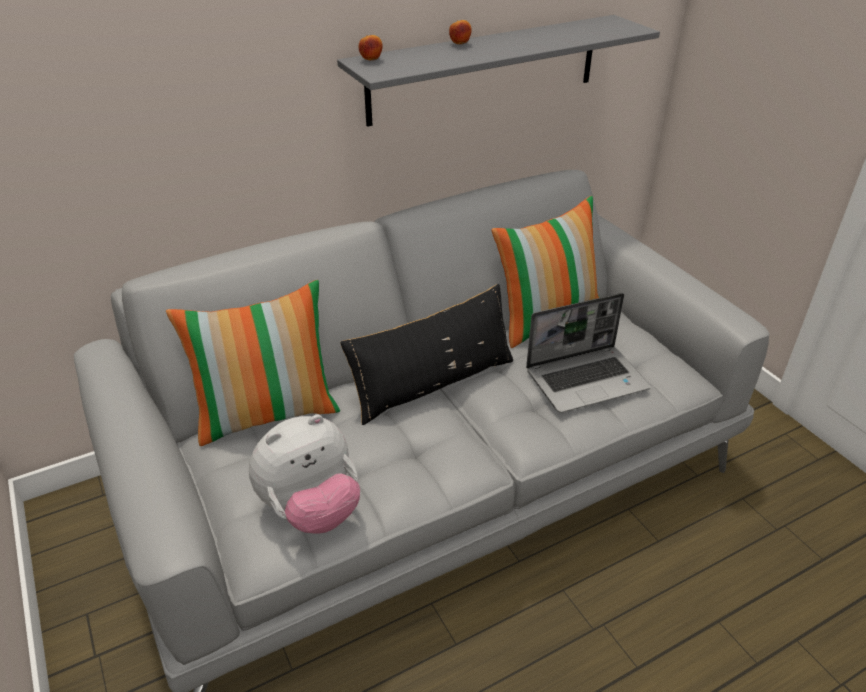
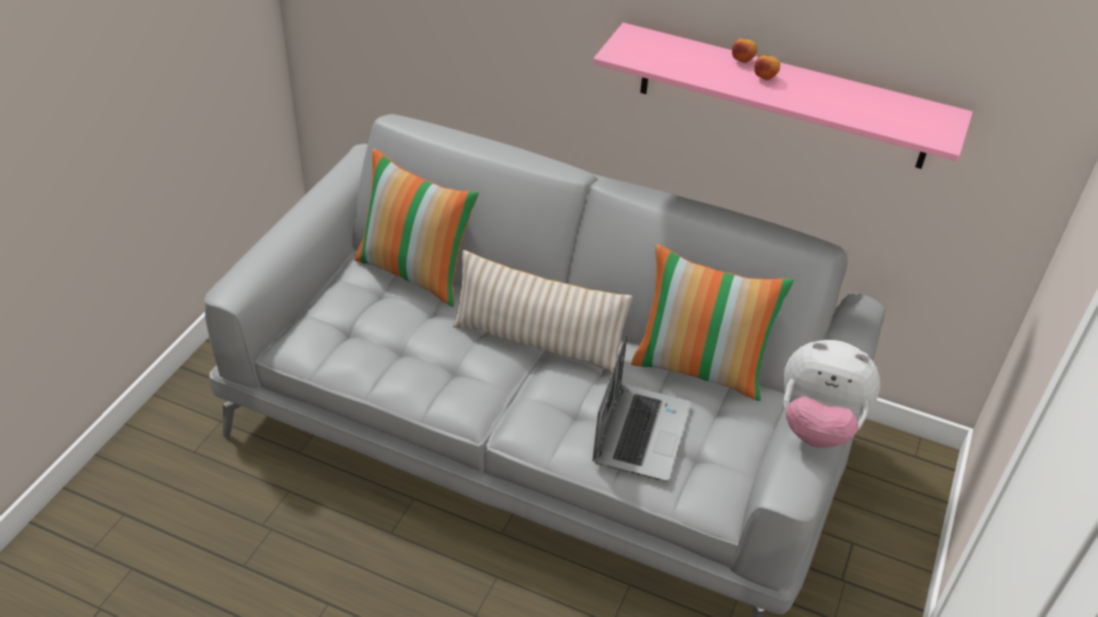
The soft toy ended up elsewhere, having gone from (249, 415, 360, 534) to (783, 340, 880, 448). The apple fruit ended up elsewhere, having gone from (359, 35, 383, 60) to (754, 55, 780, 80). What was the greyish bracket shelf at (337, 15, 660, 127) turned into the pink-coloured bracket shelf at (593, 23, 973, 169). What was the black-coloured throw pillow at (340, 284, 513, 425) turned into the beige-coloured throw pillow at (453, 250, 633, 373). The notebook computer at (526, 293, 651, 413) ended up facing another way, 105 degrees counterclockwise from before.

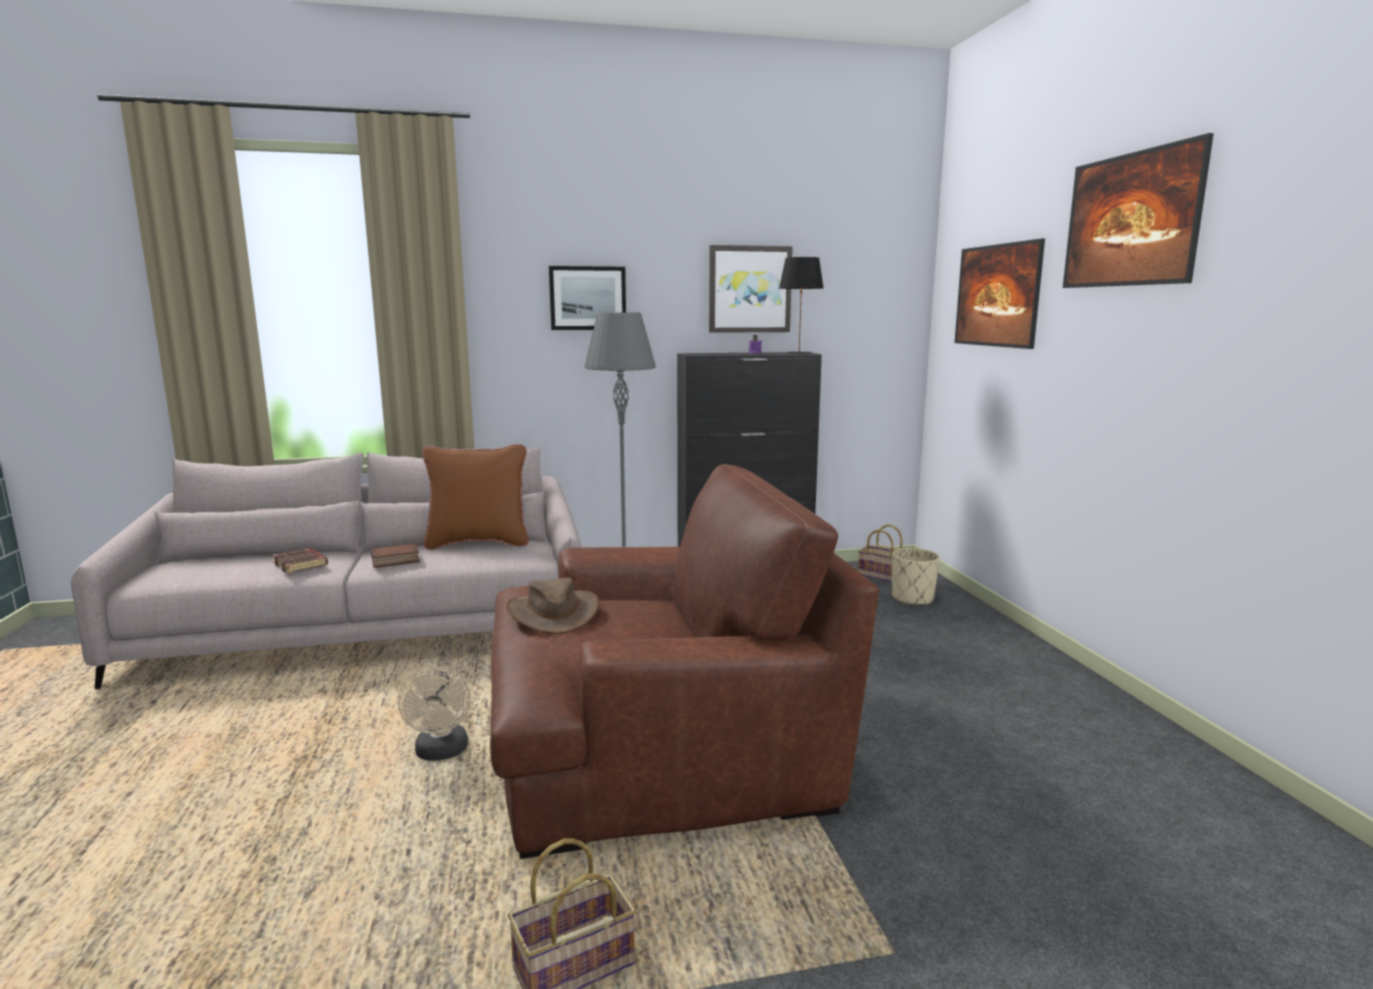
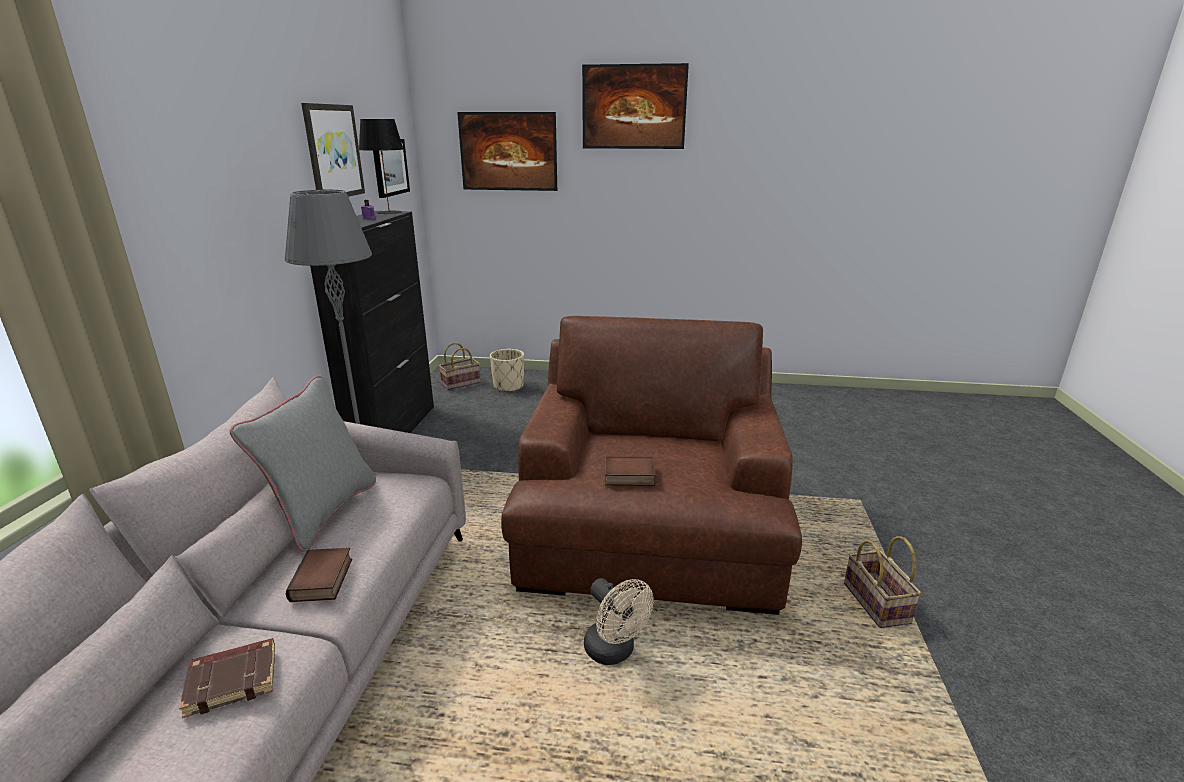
The wall art ended up elsewhere, having gone from (549, 266, 626, 330) to (373, 139, 410, 198). Where the brown-coloured wearable hat stood at (506, 578, 599, 634), the book came to stand at (605, 457, 656, 486). What was the brown-coloured throw pillow at (422, 444, 529, 550) turned into the greyish throw pillow at (229, 376, 376, 552). The beige-coloured electric fan at (398, 667, 471, 761) ended up facing another way, 45 degrees clockwise from before.

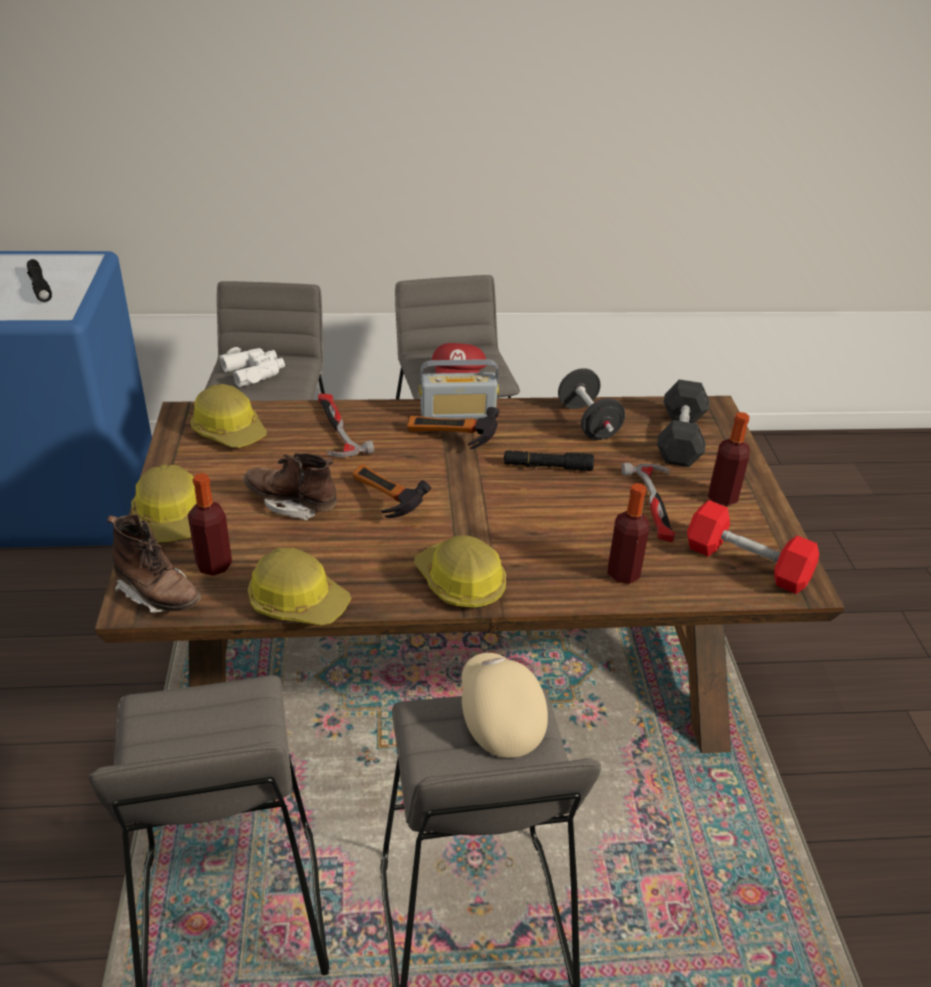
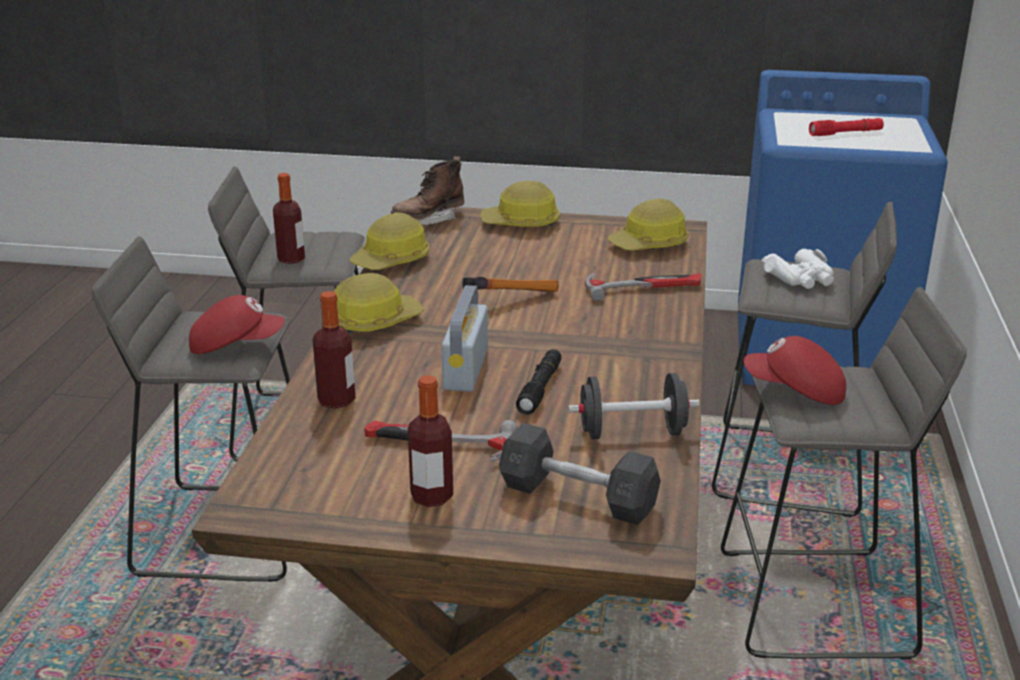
The second view lost the brown-coloured high-top boot at (243, 453, 337, 520). The second view lost the hammer at (406, 407, 499, 449). The second view lost the red hand weight at (687, 500, 819, 594). The drink bottle ended up elsewhere, having gone from (188, 473, 232, 576) to (273, 173, 305, 264). The radio set ended up elsewhere, having gone from (419, 359, 499, 419) to (441, 285, 488, 392). What was the black-coloured torch at (27, 259, 52, 302) turned into the red torch at (809, 118, 884, 136). What was the beige-coloured cap at (462, 653, 548, 758) turned into the red cap at (189, 295, 285, 354).

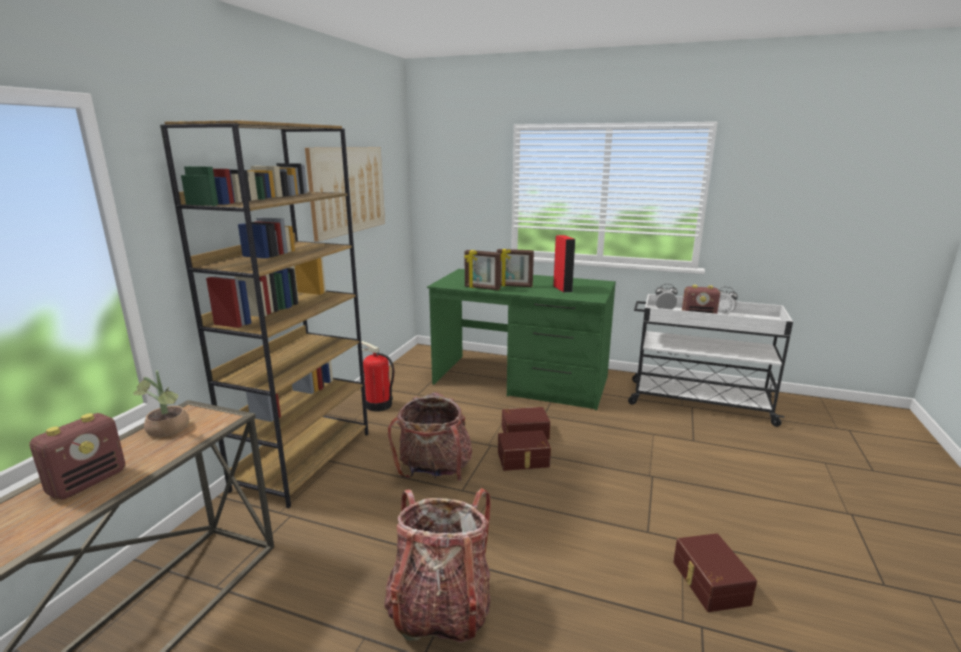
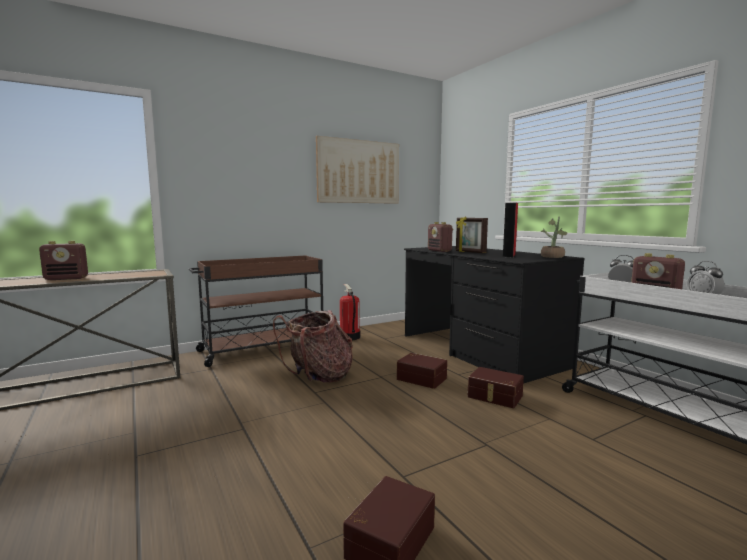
The second view lost the knapsack at (384, 488, 491, 643). The potted plant ended up elsewhere, having gone from (133, 370, 189, 437) to (540, 217, 567, 258). The brown-coloured storage bin ended up elsewhere, having gone from (498, 430, 551, 471) to (468, 367, 524, 408). Where the brown-coloured bookcase stood at (160, 120, 368, 509), the brown-coloured wheeled cart came to stand at (189, 255, 323, 367). Where the standing frame stood at (464, 250, 501, 290), the radio set came to stand at (428, 222, 454, 252). What was the green-coloured desk table at (427, 269, 616, 410) turned into the black-coloured desk table at (404, 246, 585, 384).

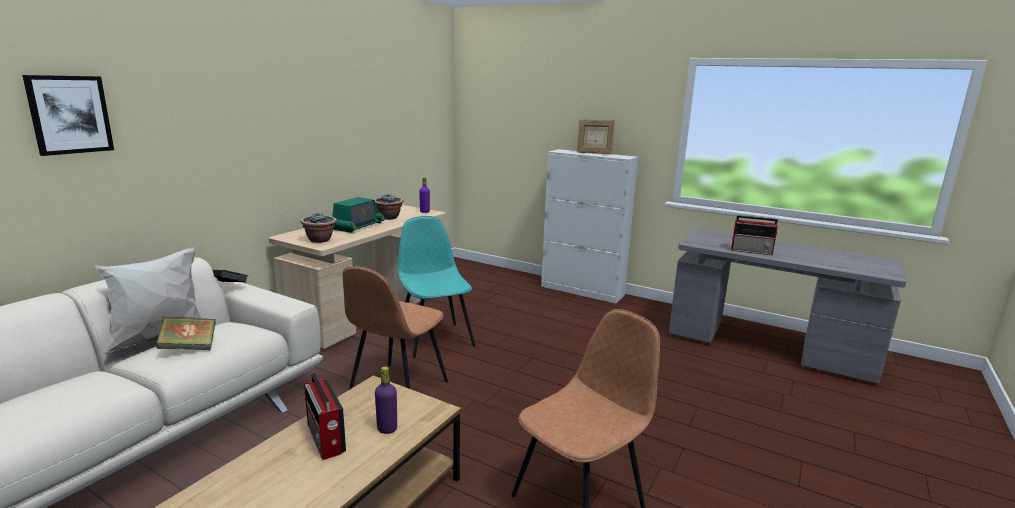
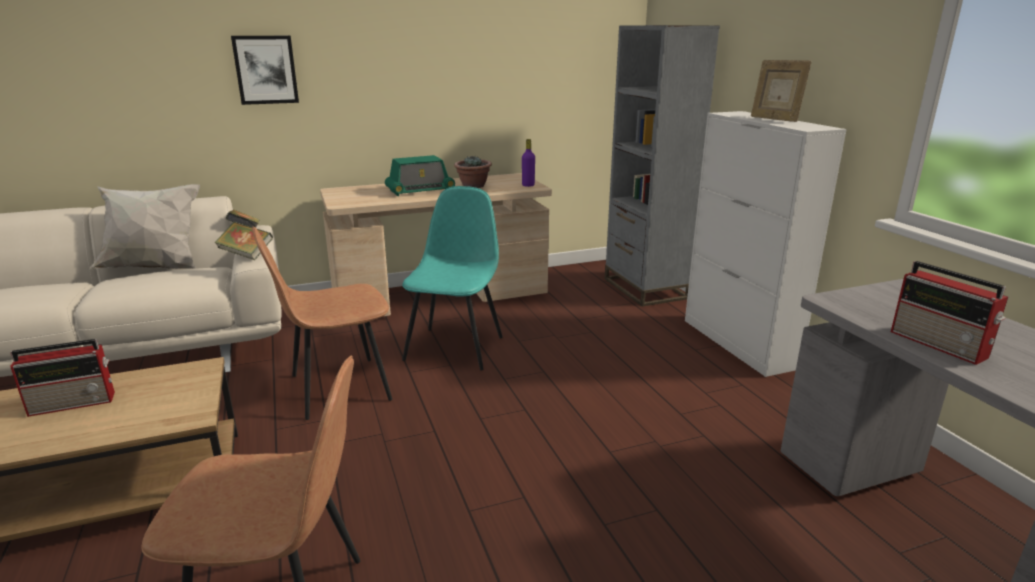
The second view lost the potted plant at (300, 213, 337, 243). The second view lost the purplish drink bottle at (375, 367, 397, 434). The second view gained the greyish bookcase at (605, 25, 720, 306). The wall art ended up elsewhere, having gone from (22, 75, 114, 156) to (231, 36, 299, 105). The book ended up elsewhere, having gone from (157, 317, 216, 350) to (215, 222, 273, 260). The radio set at (304, 373, 346, 460) ended up facing another way, 120 degrees counterclockwise from before.

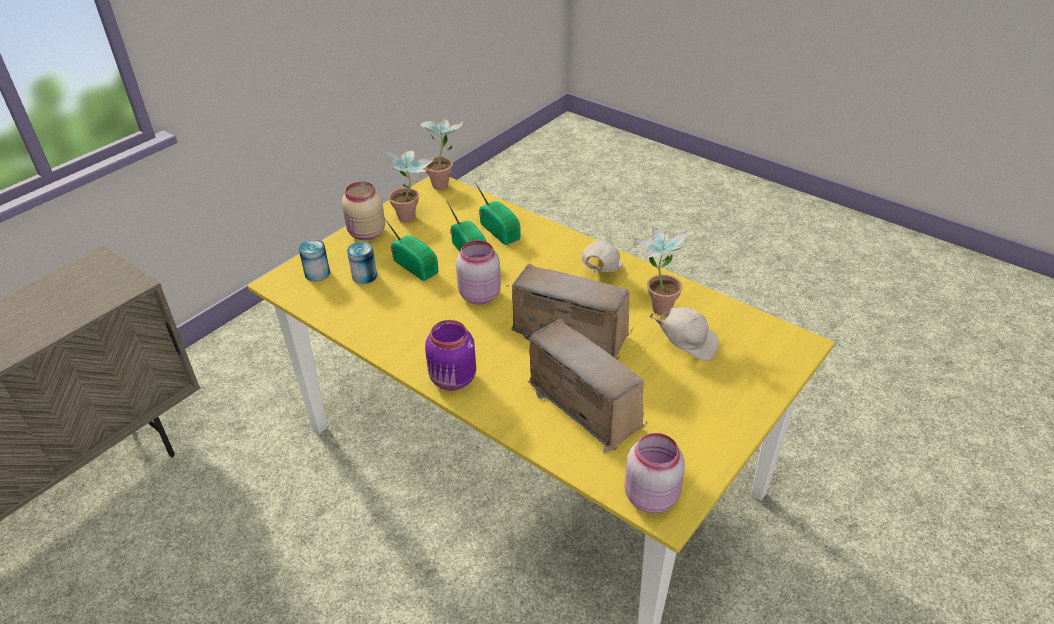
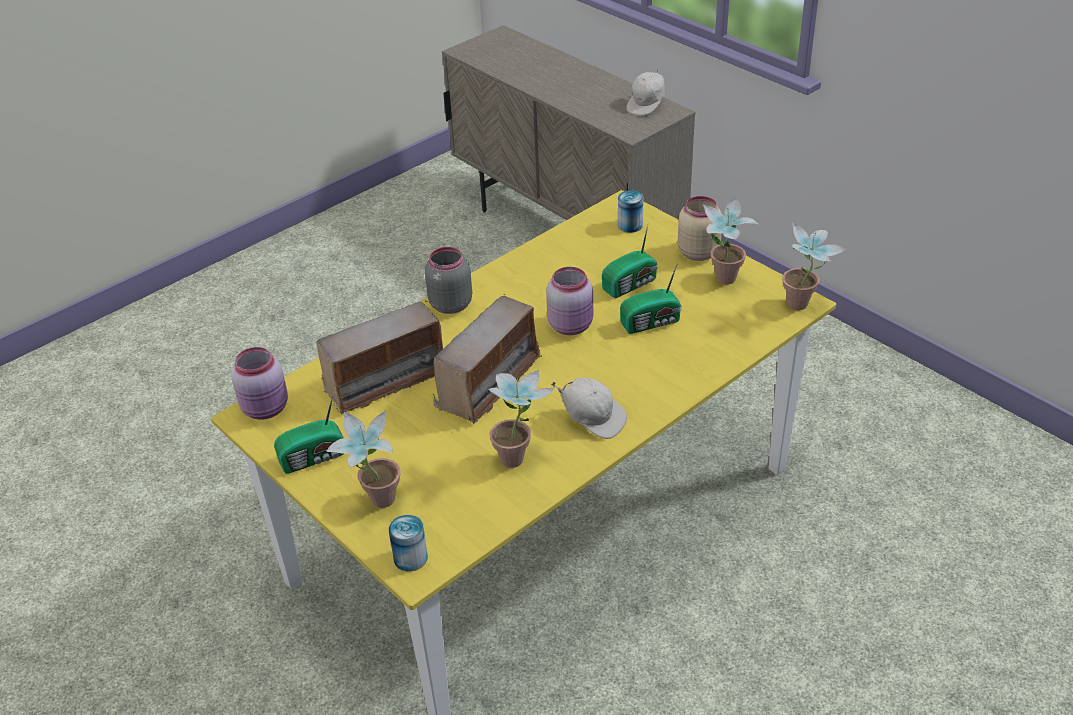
The second view gained the potted plant at (326, 410, 401, 508). The can ended up elsewhere, having gone from (347, 242, 377, 284) to (388, 515, 428, 572). The radio set ended up elsewhere, having gone from (475, 182, 520, 245) to (274, 392, 344, 474). The white cap ended up elsewhere, having gone from (649, 307, 719, 361) to (626, 70, 665, 116). What was the purplish jar at (425, 320, 476, 391) turned into the greyish jar at (425, 247, 472, 314).

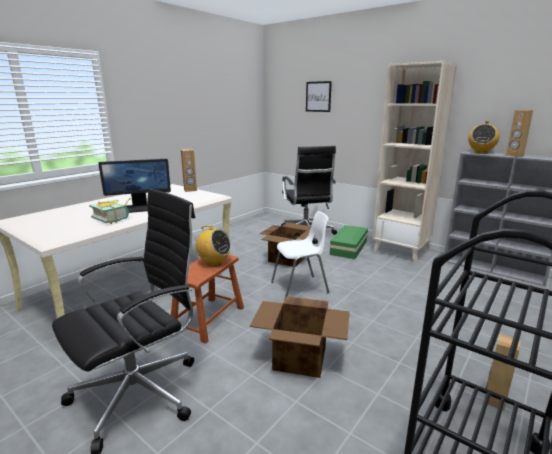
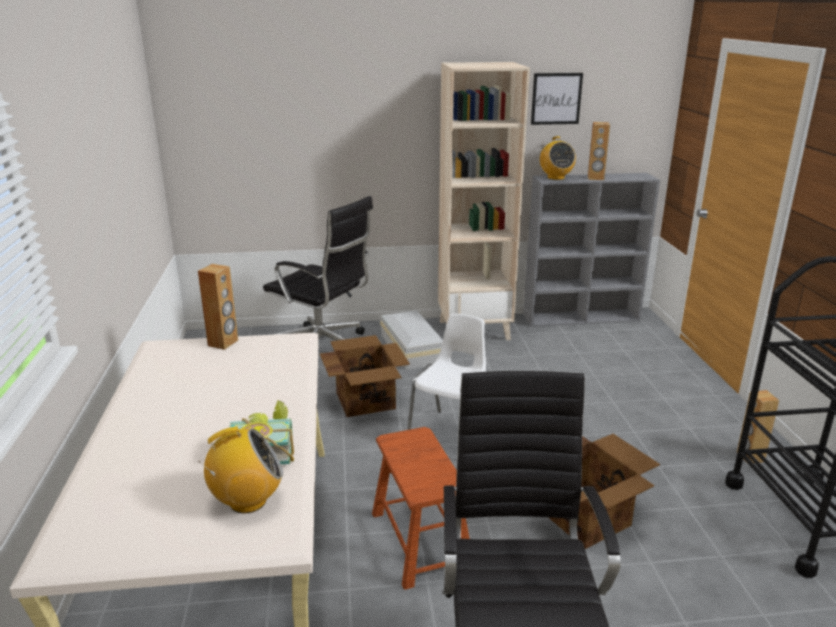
The second view lost the computer display at (98, 159, 171, 213). The radio set ended up elsewhere, having gone from (192, 225, 231, 266) to (198, 427, 283, 513). The wall art ended up elsewhere, having gone from (306, 81, 332, 112) to (531, 73, 583, 125). What was the green-coloured storage bin at (329, 225, 368, 259) turned into the white storage bin at (380, 310, 443, 370).

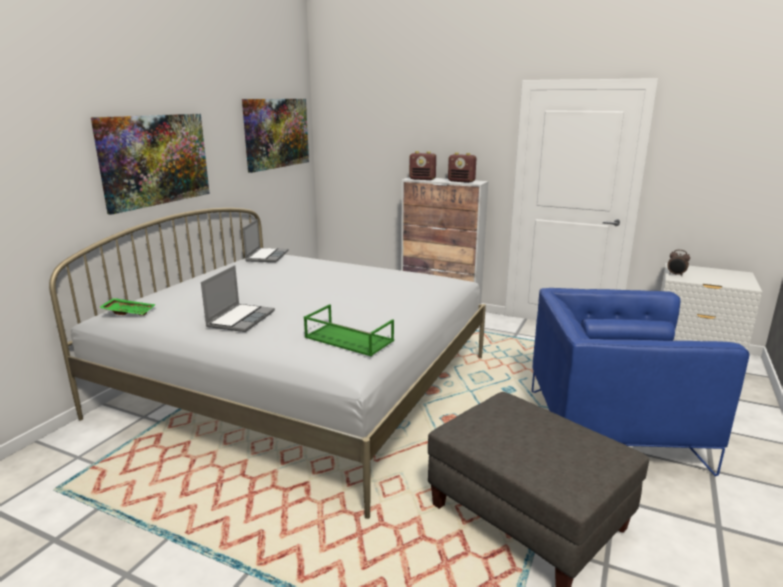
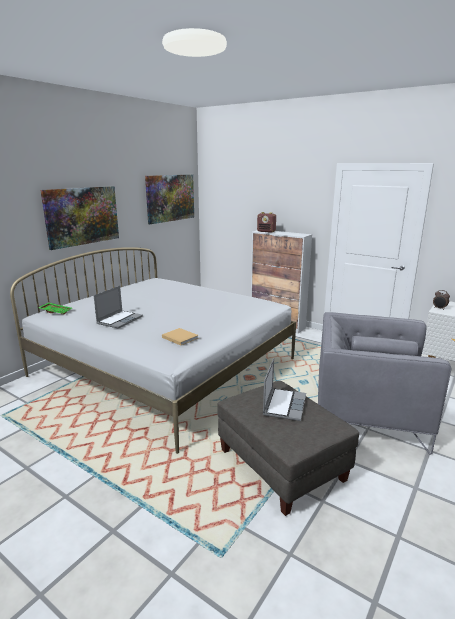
The second view lost the radio set at (448, 152, 476, 183). The notebook computer ended up elsewhere, having gone from (243, 219, 288, 262) to (263, 358, 306, 421). Where the green-coloured serving tray stood at (304, 304, 394, 356), the beige-coloured book came to stand at (162, 328, 198, 345). What was the blue armchair at (532, 288, 749, 476) turned into the greyish armchair at (318, 312, 451, 455).

